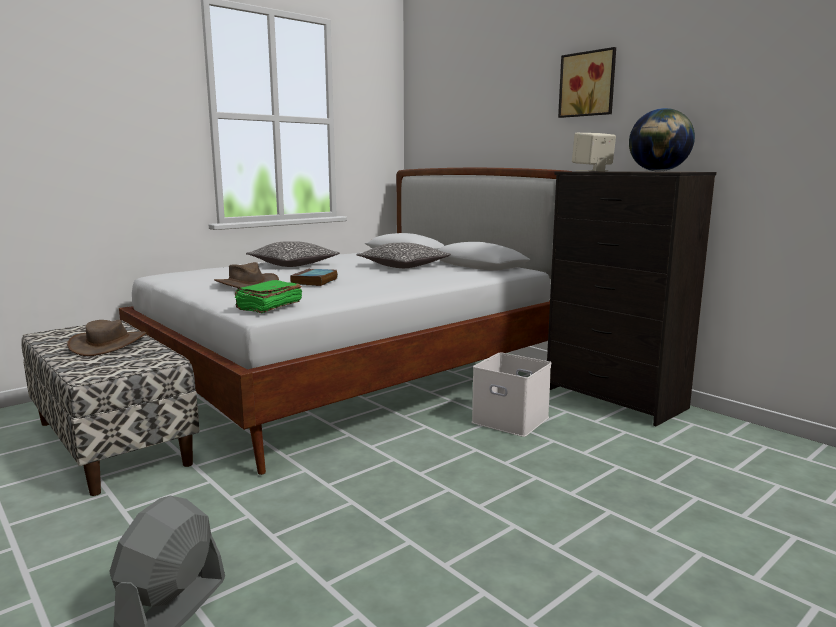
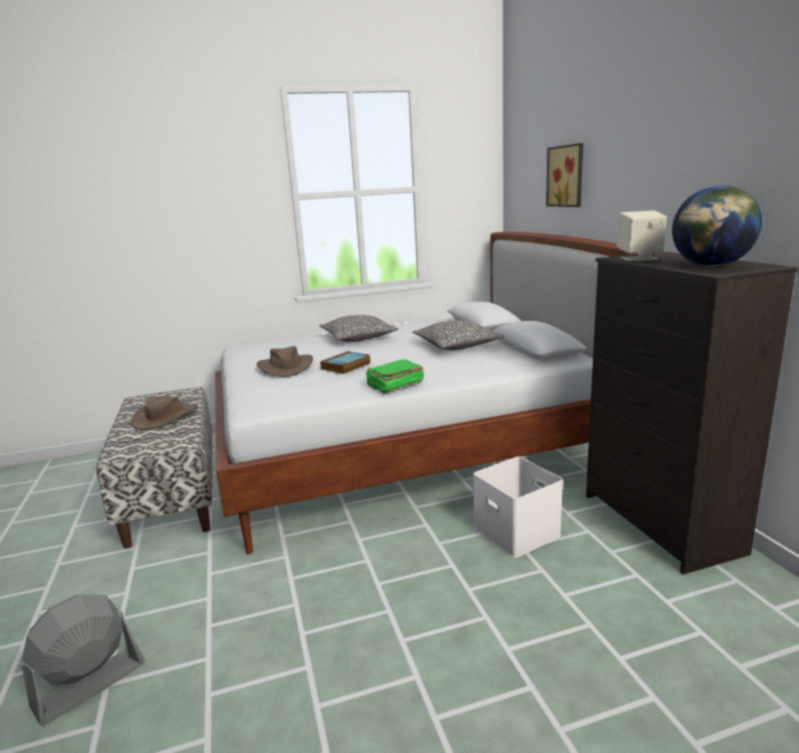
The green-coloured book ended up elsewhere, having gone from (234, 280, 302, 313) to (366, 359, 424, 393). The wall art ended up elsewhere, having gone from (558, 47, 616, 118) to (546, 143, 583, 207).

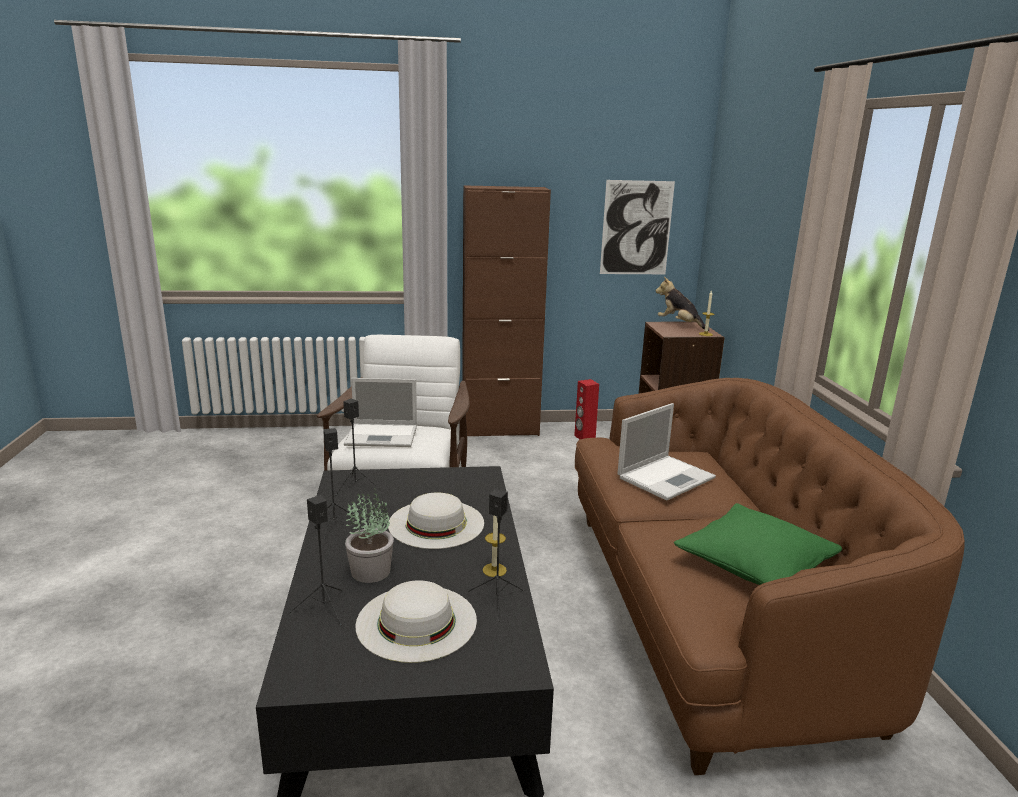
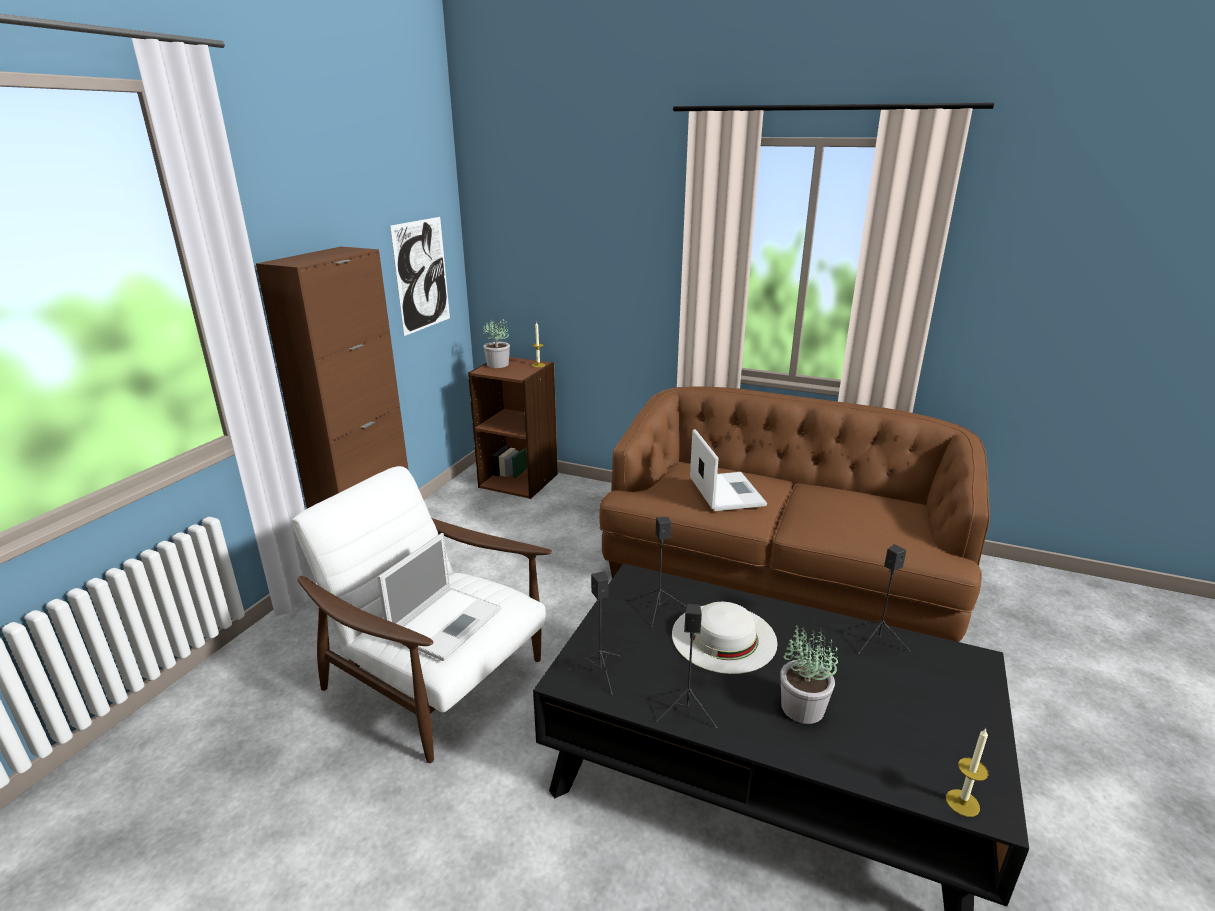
The second view lost the white wearable hat at (355, 580, 477, 663). The second view lost the red loudspeaker at (574, 379, 599, 439). The second view lost the green-coloured throw pillow at (674, 503, 842, 585). The black-coloured loudspeaker ended up elsewhere, having gone from (289, 495, 343, 626) to (639, 517, 686, 627). The wax light ended up elsewhere, having gone from (483, 515, 507, 577) to (946, 729, 989, 817). Where the soft toy stood at (656, 277, 709, 331), the potted plant came to stand at (483, 319, 510, 368).

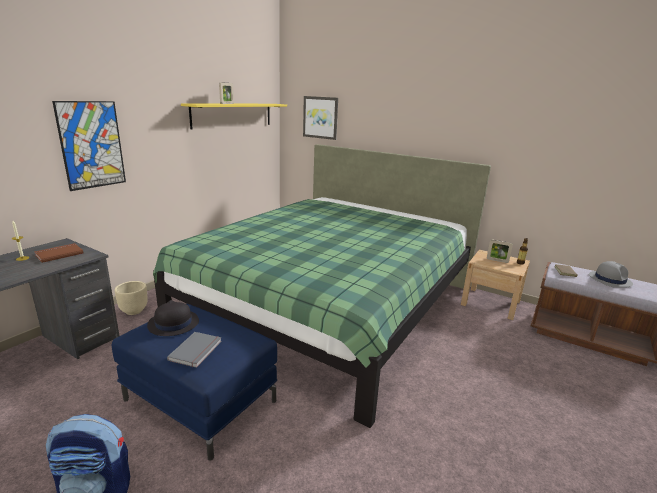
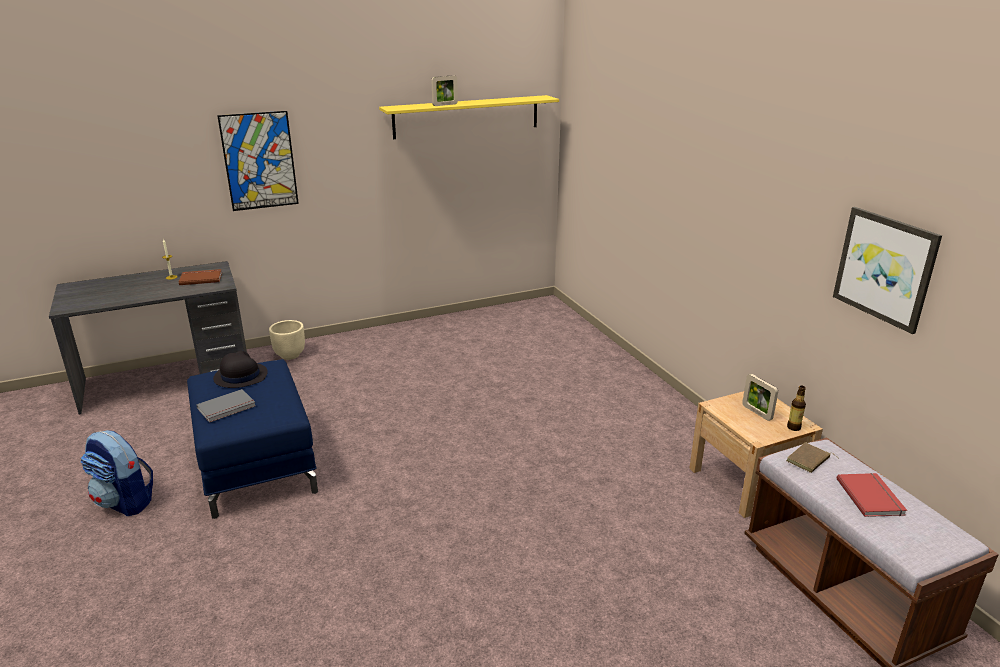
The second view lost the green-coloured sleeping bed at (153, 144, 491, 428). The wall art ended up elsewhere, having gone from (303, 96, 338, 140) to (833, 207, 942, 334). Where the greyish wearable hat stood at (589, 261, 633, 288), the red book came to stand at (837, 473, 907, 517).

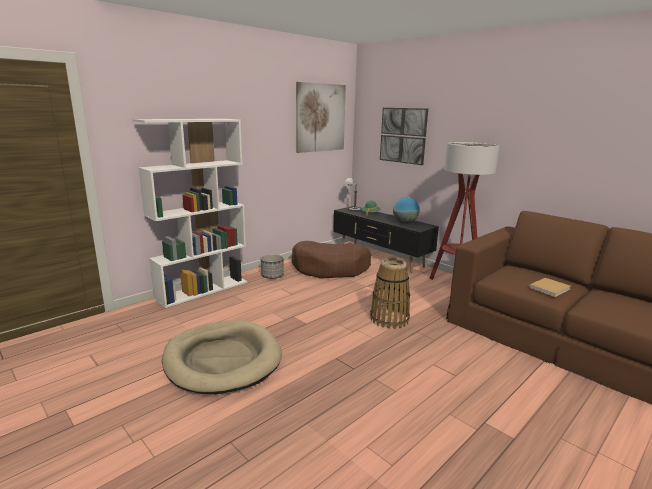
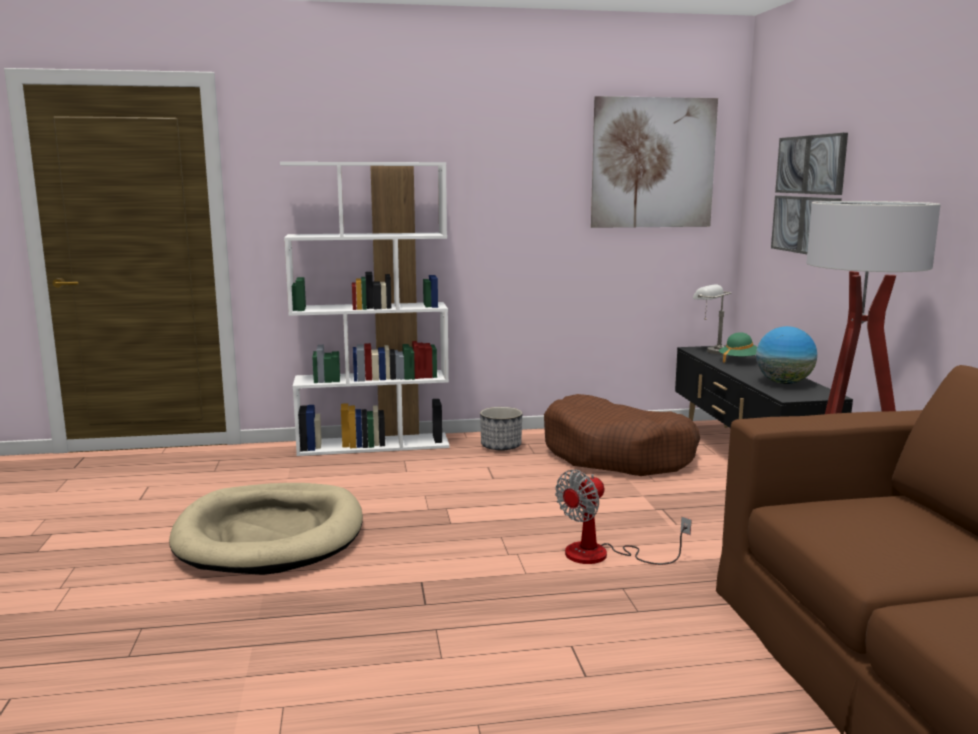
The second view lost the beige-coloured book at (529, 278, 571, 297). Where the household basket stood at (370, 258, 410, 329), the electric fan came to stand at (555, 470, 691, 565).

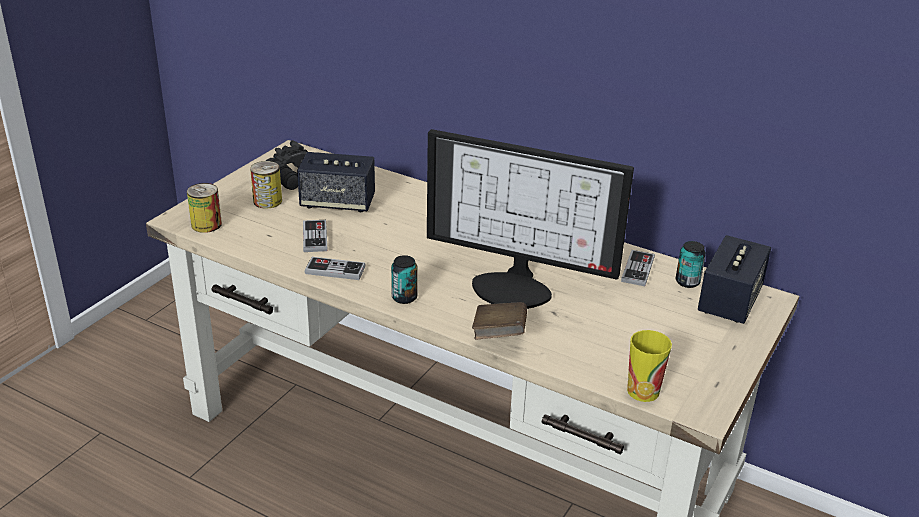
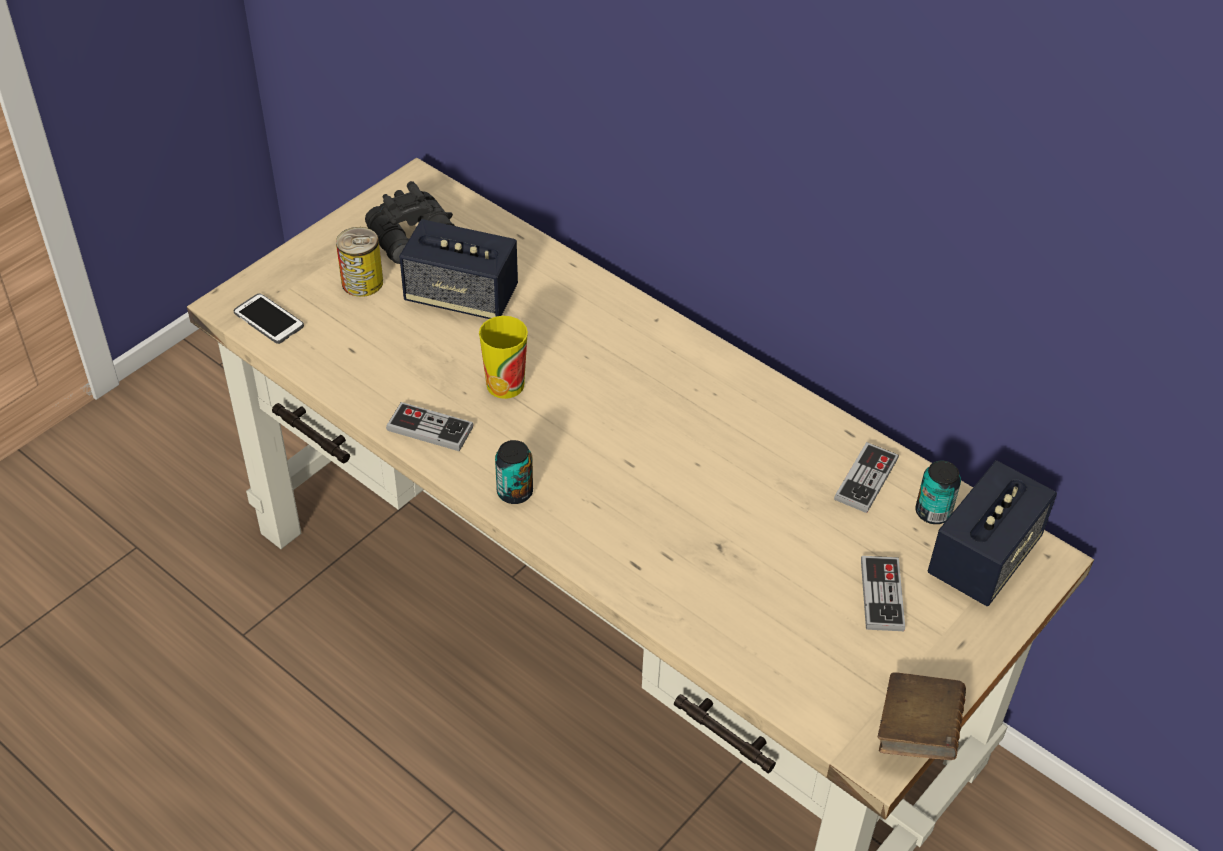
The second view lost the computer display at (427, 129, 634, 309). The joypad ended up elsewhere, having gone from (303, 220, 327, 252) to (861, 556, 905, 631). The brown-coloured book ended up elsewhere, having gone from (472, 302, 527, 340) to (878, 673, 966, 760). The small cup ended up elsewhere, having gone from (627, 330, 672, 402) to (479, 316, 528, 399). Where the can stood at (187, 183, 222, 233), the telephone came to stand at (234, 293, 304, 344).

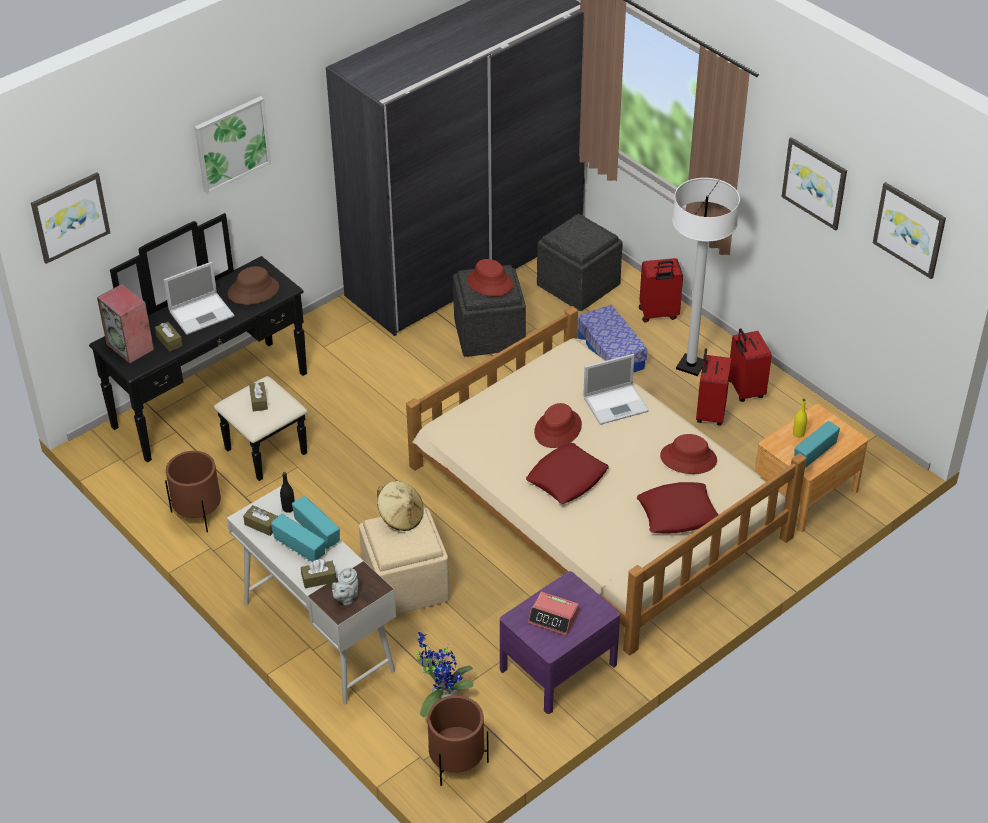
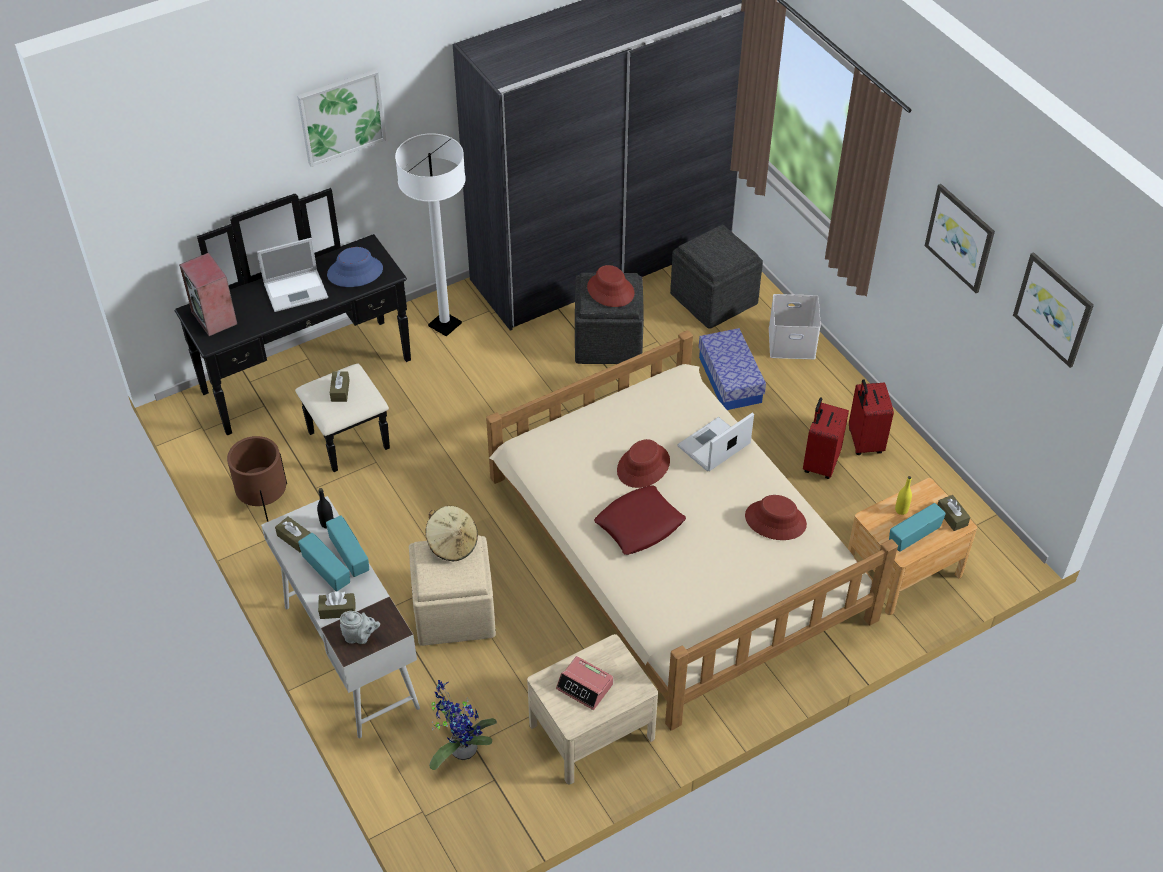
The second view lost the wall art at (31, 172, 110, 264). The second view lost the brown-coloured flower pot at (427, 695, 489, 786). The second view lost the red throw pillow at (637, 482, 718, 534). The brown-coloured box of tissues ended up elsewhere, having gone from (155, 322, 183, 352) to (938, 495, 970, 531). The white standard lamp ended up elsewhere, having gone from (672, 178, 740, 376) to (395, 133, 466, 336). Where the red suitcase stood at (639, 258, 683, 323), the white storage bin came to stand at (769, 294, 821, 359). What was the brown-coloured wearable hat at (228, 266, 279, 305) turned into the blue wearable hat at (327, 247, 383, 287). What was the purplish night table at (500, 571, 620, 714) turned into the beige-coloured night table at (527, 634, 658, 784). The greyish pot for tea at (332, 567, 358, 605) ended up facing another way, 120 degrees counterclockwise from before. The notebook computer at (583, 354, 649, 425) ended up facing another way, 150 degrees clockwise from before.

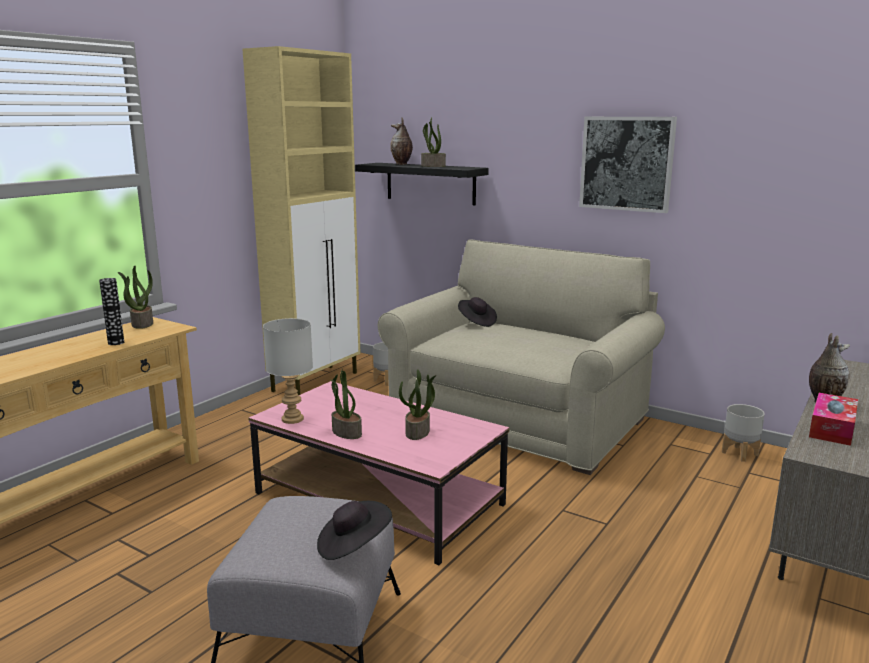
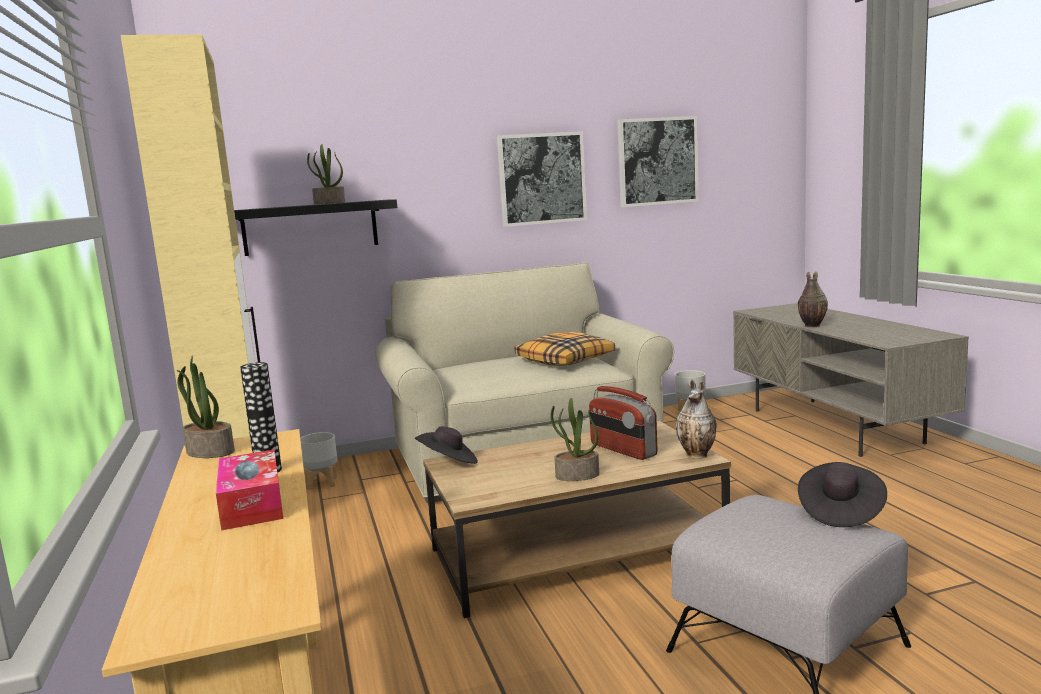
The second view lost the greyish lamp for a table at (263, 318, 313, 424). The second view gained the throw pillow at (514, 332, 615, 366). The second view gained the wall art at (617, 116, 699, 207). The decorative vase ended up elsewhere, having gone from (390, 118, 413, 165) to (676, 380, 717, 459). The black-coloured wearable hat ended up elsewhere, having gone from (458, 297, 497, 327) to (415, 426, 478, 464). The box of tissues ended up elsewhere, having gone from (809, 393, 858, 446) to (216, 450, 283, 531). Where the potted plant stood at (399, 369, 437, 440), the radio set came to stand at (589, 386, 657, 460). What was the pink-coloured low table at (249, 381, 509, 565) turned into the brown-coloured low table at (423, 421, 731, 618).

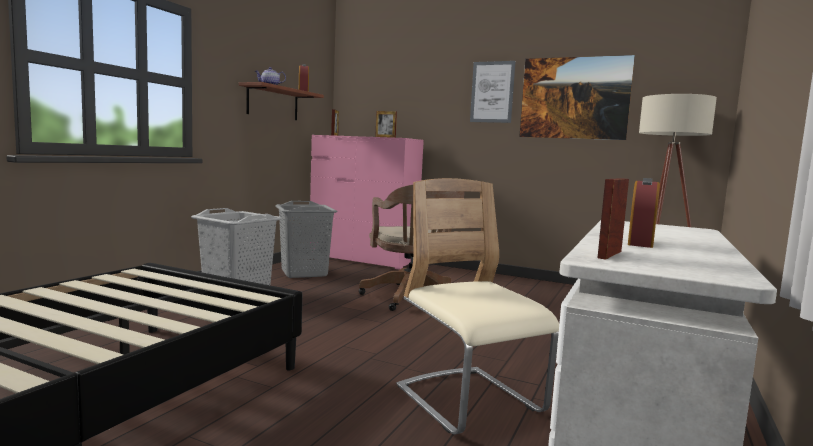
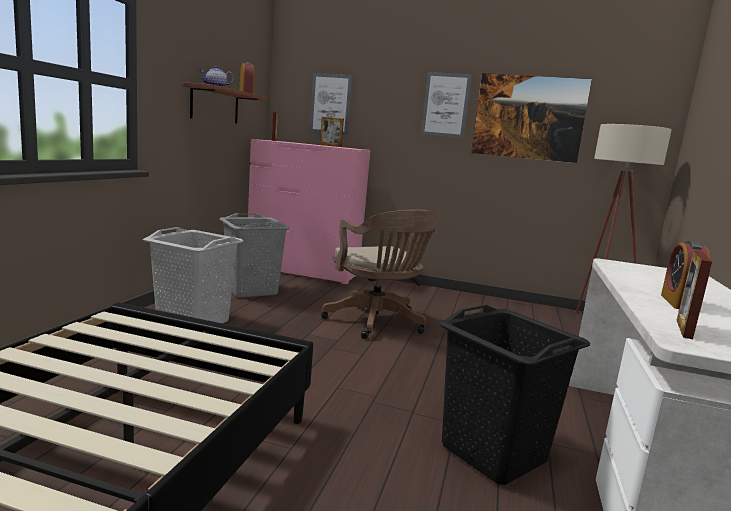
The second view gained the wall art at (309, 73, 352, 135). Where the beige-coloured upright chair stood at (396, 178, 559, 435), the black-coloured hamper came to stand at (439, 305, 590, 485).

